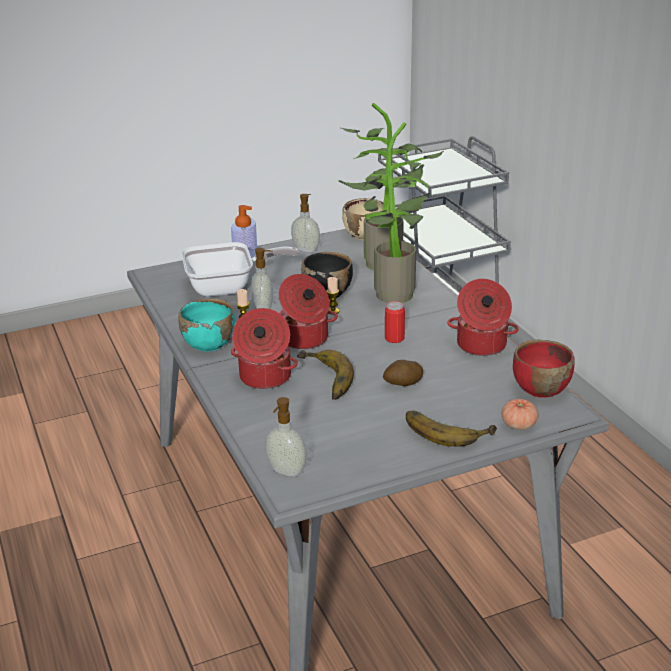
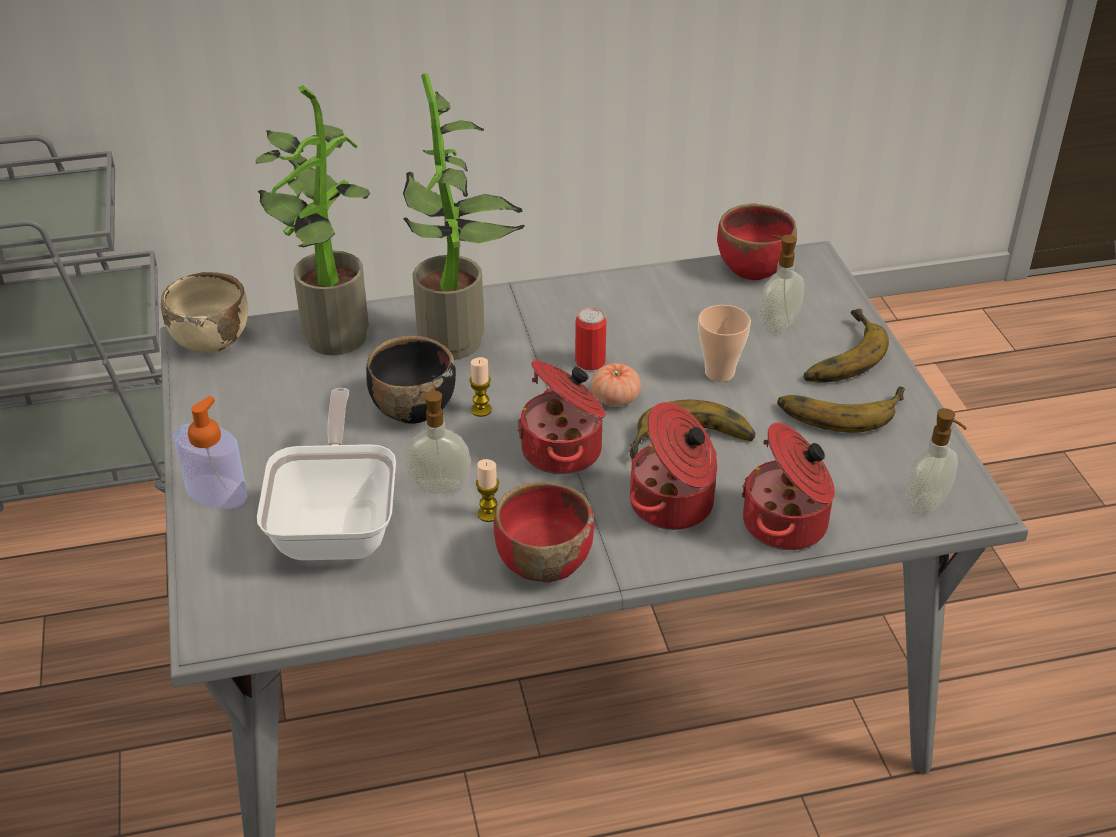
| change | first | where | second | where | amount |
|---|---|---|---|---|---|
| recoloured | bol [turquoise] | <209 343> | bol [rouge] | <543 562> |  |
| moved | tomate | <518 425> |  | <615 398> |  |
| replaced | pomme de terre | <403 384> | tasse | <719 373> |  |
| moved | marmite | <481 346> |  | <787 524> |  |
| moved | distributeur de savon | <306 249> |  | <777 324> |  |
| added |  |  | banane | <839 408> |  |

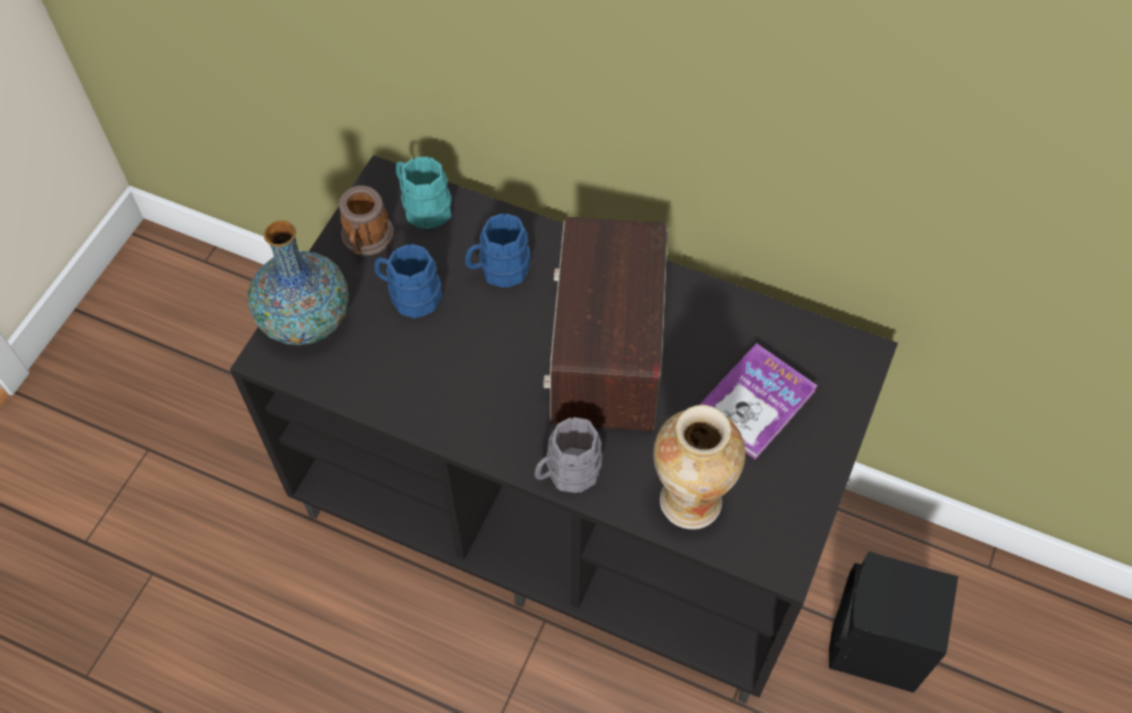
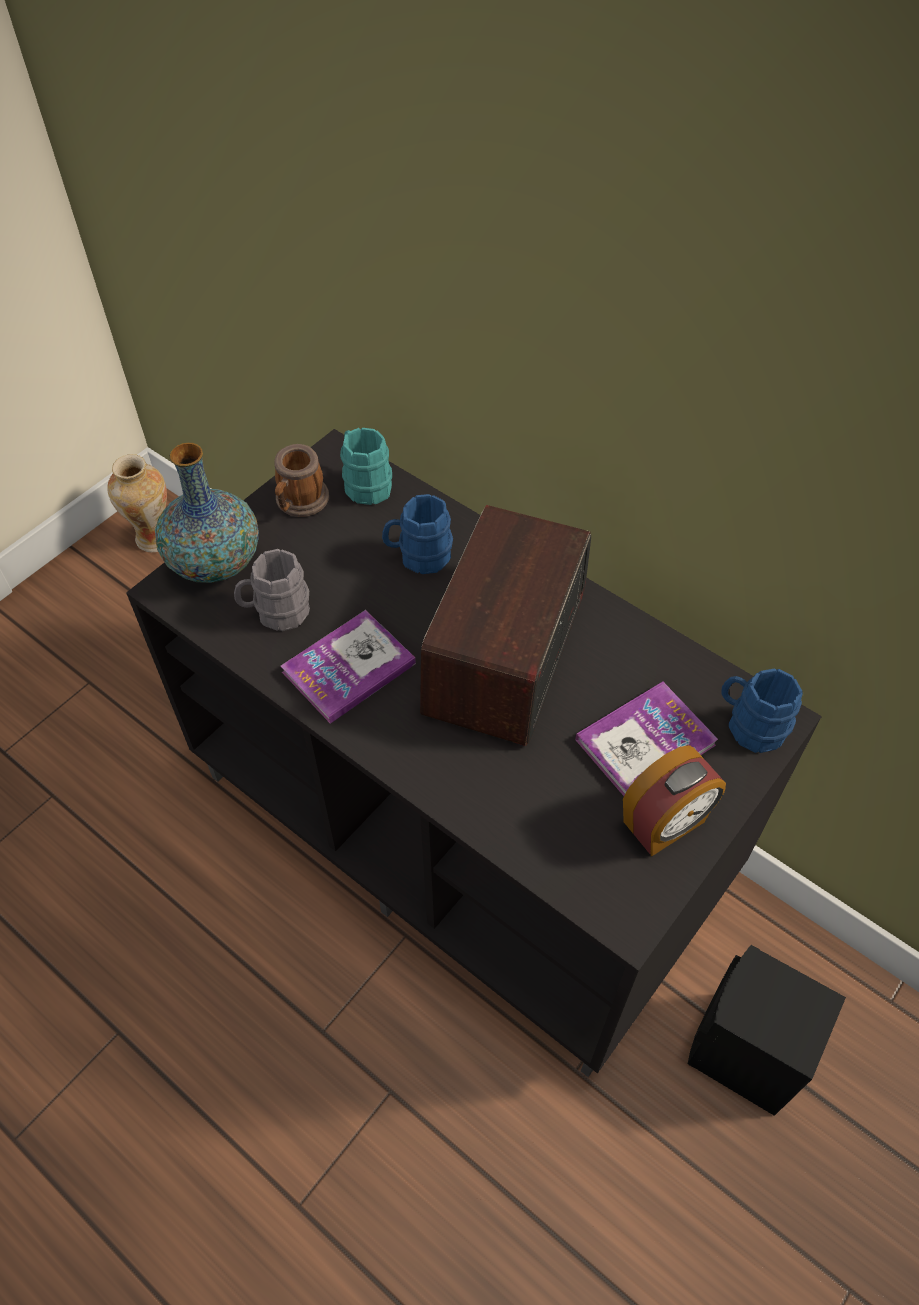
| change | first | where | second | where | amount |
|---|---|---|---|---|---|
| moved | vase | <688 502> |  | <154 538> |  |
| moved | mug [gris] | <567 473> |  | <276 612> |  |
| added |  |  | livre | <348 668> |  |
| added |  |  | réveil | <665 823> |  |
| moved | mug [bleu] | <409 296> |  | <749 725> |  |

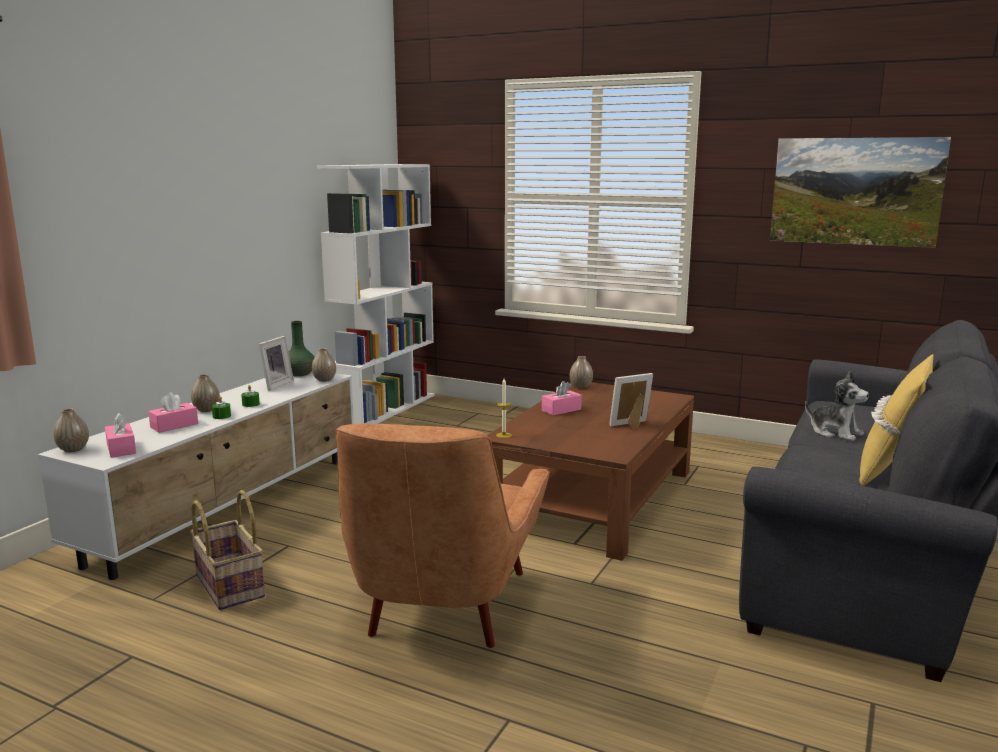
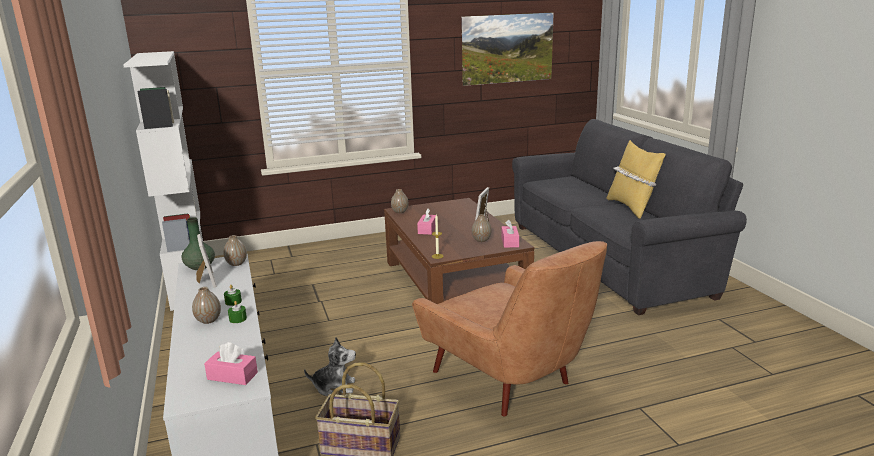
| change | first | where | second | where | amount |
|---|---|---|---|---|---|
| moved | peluche | <835 433> |  | <334 387> |  |
| moved | vase | <73 449> |  | <481 240> |  |
| moved | boîte à mouchoirs [rose] | <174 425> |  | <510 242> |  |

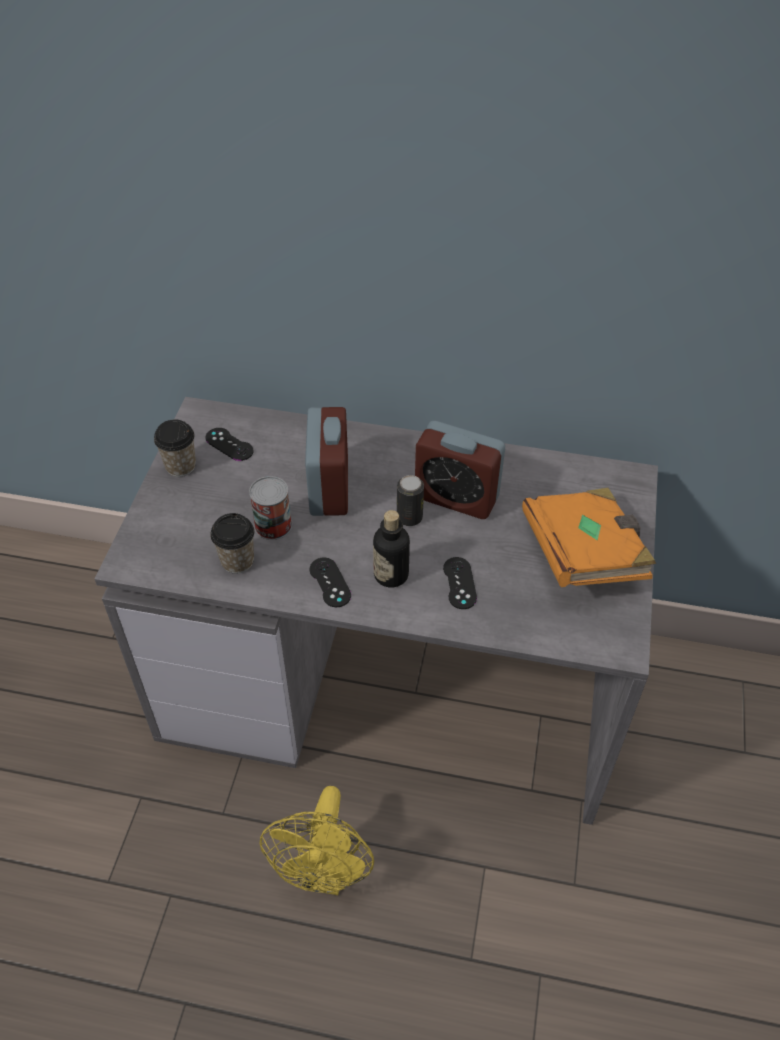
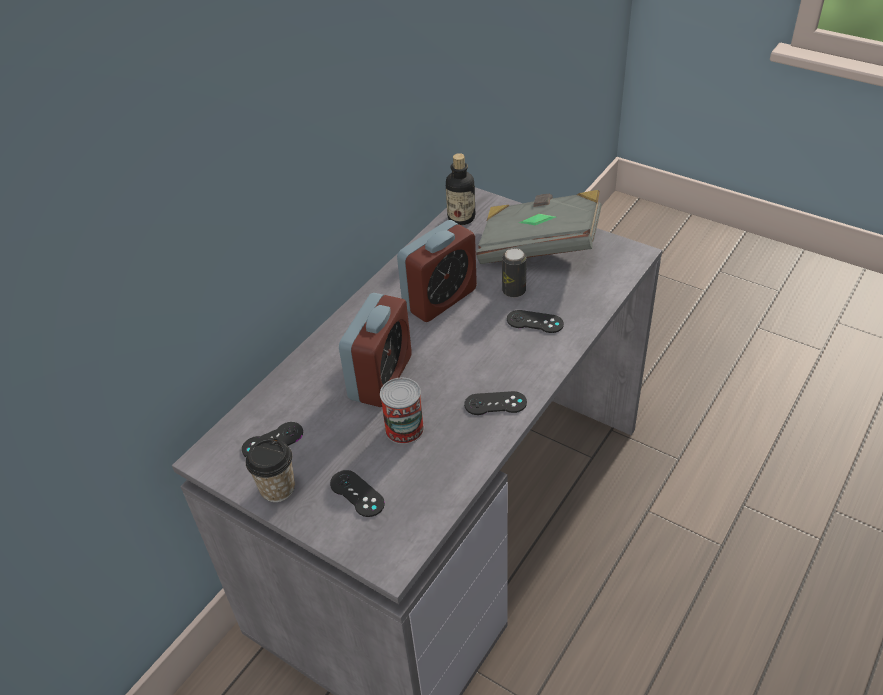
| change | first | where | second | where | amount |
|---|---|---|---|---|---|
| added |  |  | manette [noir] | <357 493> |  |
| turned | réveil | <329 488> |  | <380 378> | 90 degrees clockwise |
| moved | bouteille | <391 575> |  | <461 218> |  |
| recoloured | livre [orange] | <583 555> | livre [gris] | <538 247> |  |
| moved | boîte métallique | <409 517> |  | <514 291> |  |
| removed | tasse | <237 561> |  |  |  |
| removed | ventilateur [jaune] | <325 874> |  |  |  |

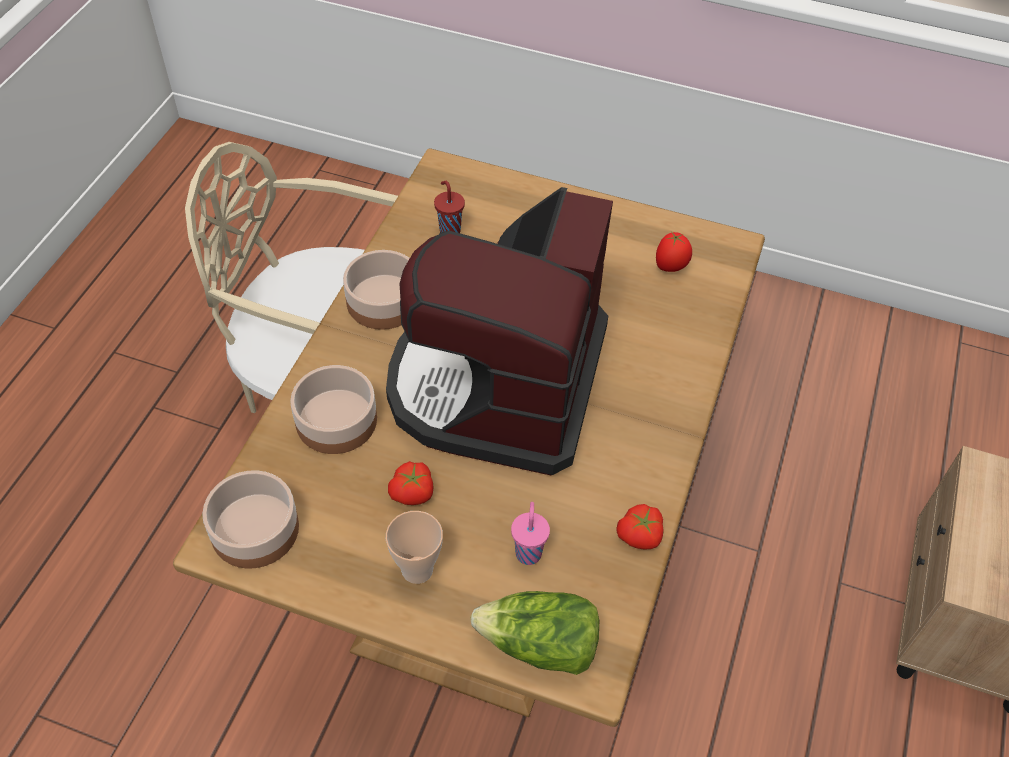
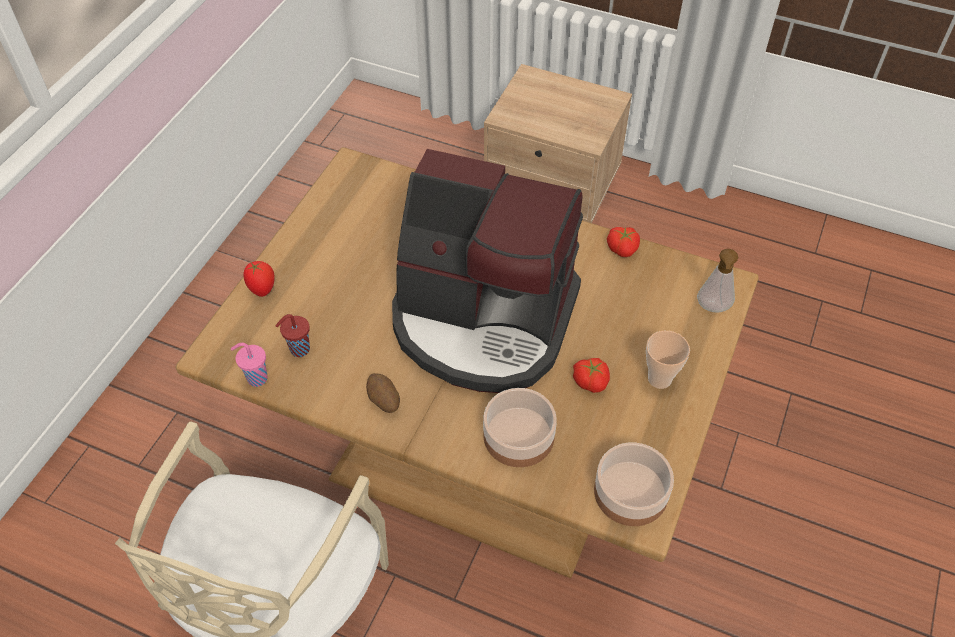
| change | first | where | second | where | amount |
|---|---|---|---|---|---|
| moved | tasse [rose] | <528 552> |  | <256 378> |  |
| moved | tomate | <671 267> |  | <262 289> |  |
| replaced | bol | <384 302> | pomme de terre | <384 401> |  |
| replaced | laitue | <540 645> | distributeur de savon | <712 309> |  |

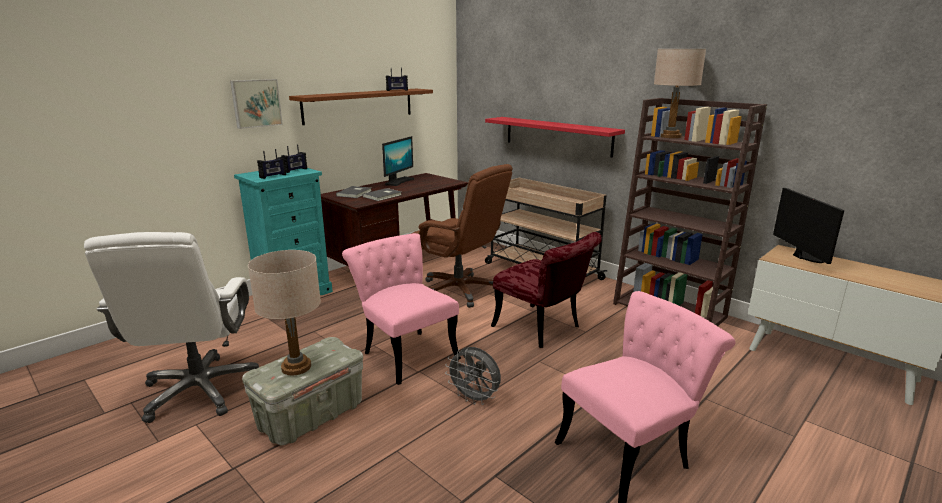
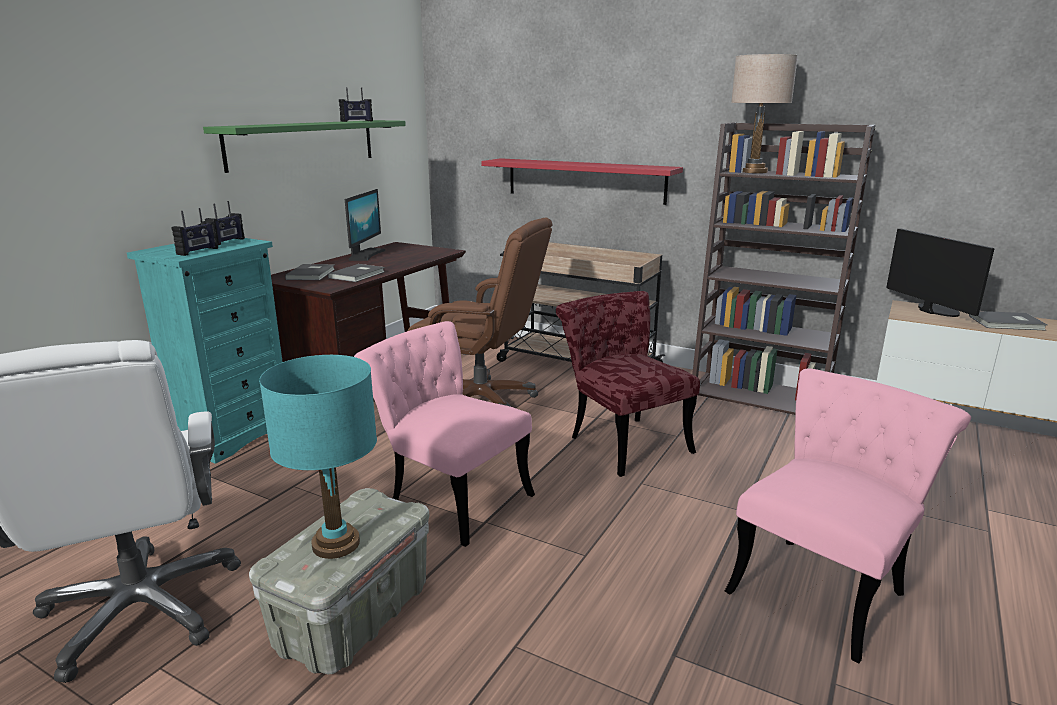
| change | first | where | second | where | amount |
|---|---|---|---|---|---|
| recoloured | étagère [marron] | <359 105> | étagère [vert] | <303 143> |  |
| recoloured | lampe de table [beige] | <296 367> | lampe de table [turquoise] | <335 544> |  |
| turned | chaise [rouge] | <543 329> |  | <622 440> | 150 degrees counterclockwise |
| added |  |  | livre [gris] | <1008 323> |  |
| removed | tableau | <256 103> |  |  |  |
| removed | ventilateur [gris] | <475 398> |  |  |  |

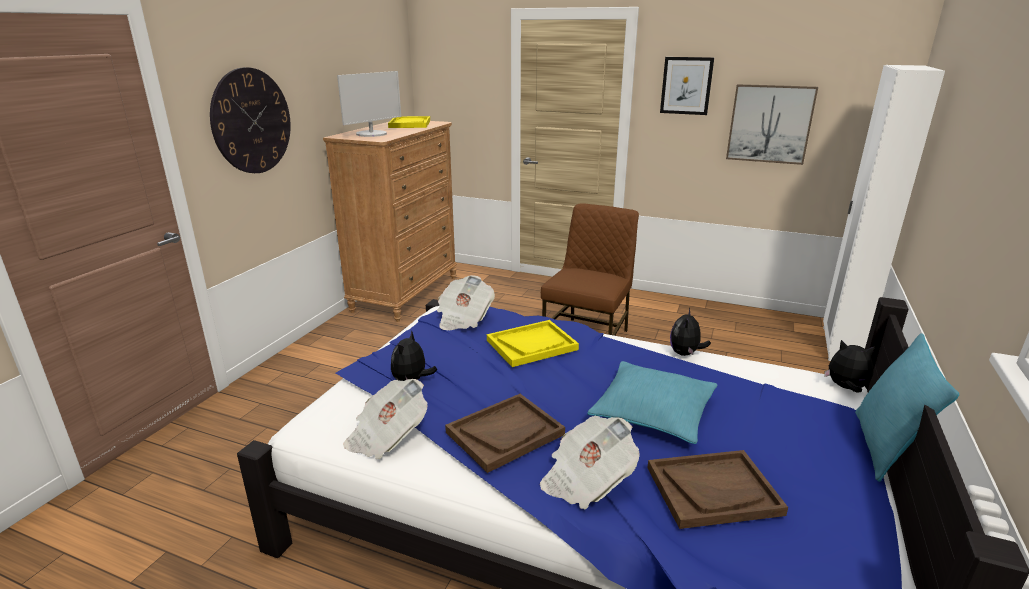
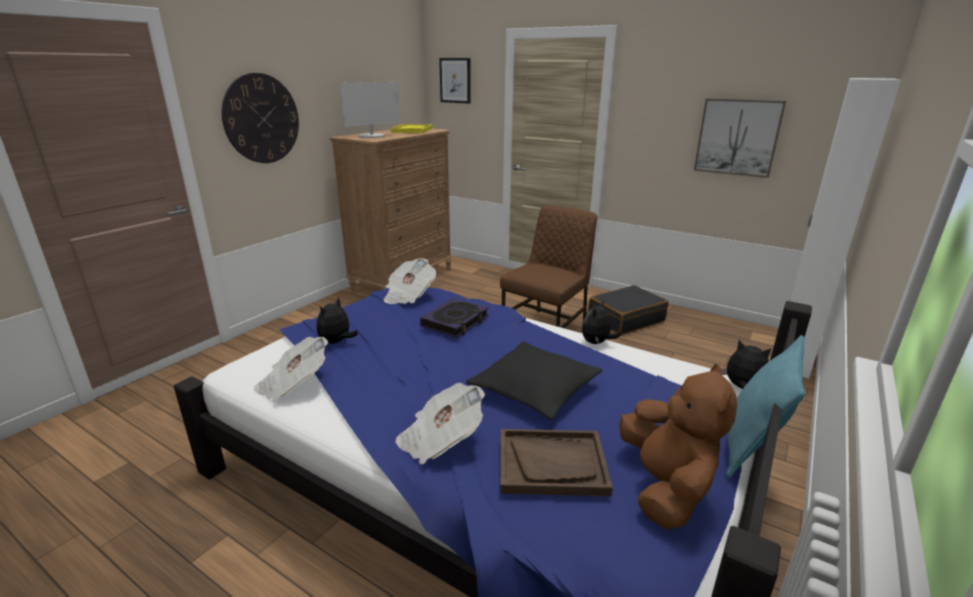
| change | first | where | second | where | amount |
|---|---|---|---|---|---|
| replaced | plateau [jaune] | <532 345> | livre | <455 322> |  |
| moved | tableau | <686 85> |  | <455 80> |  |
| recoloured | coussin [turquoise] | <653 412> | coussin [noir] | <534 389> |  |
| added |  |  | valise [noir] | <625 318> |  |
| added |  |  | peluche [marron] | <665 487> |  |
| removed | plateau [marron] | <505 433> |  |  |  |

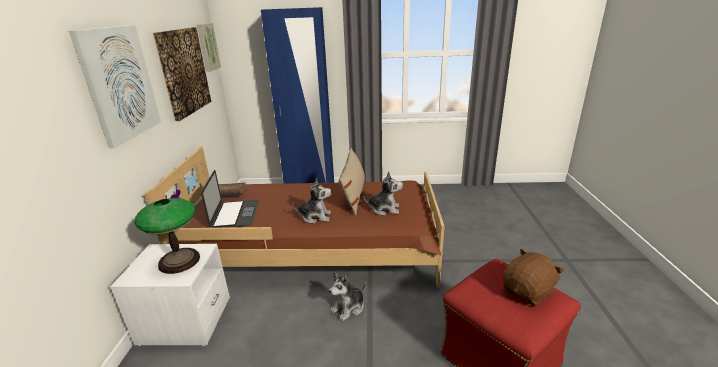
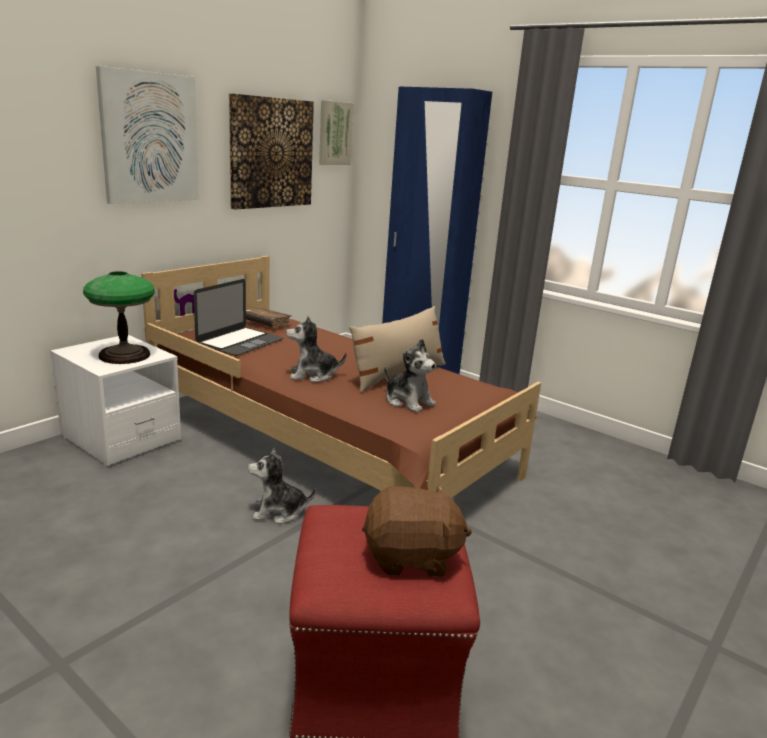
| change | first | where | second | where | amount |
|---|---|---|---|---|---|
| turned | peluche | <315 217> |  | <312 375> | 135 degrees clockwise |

